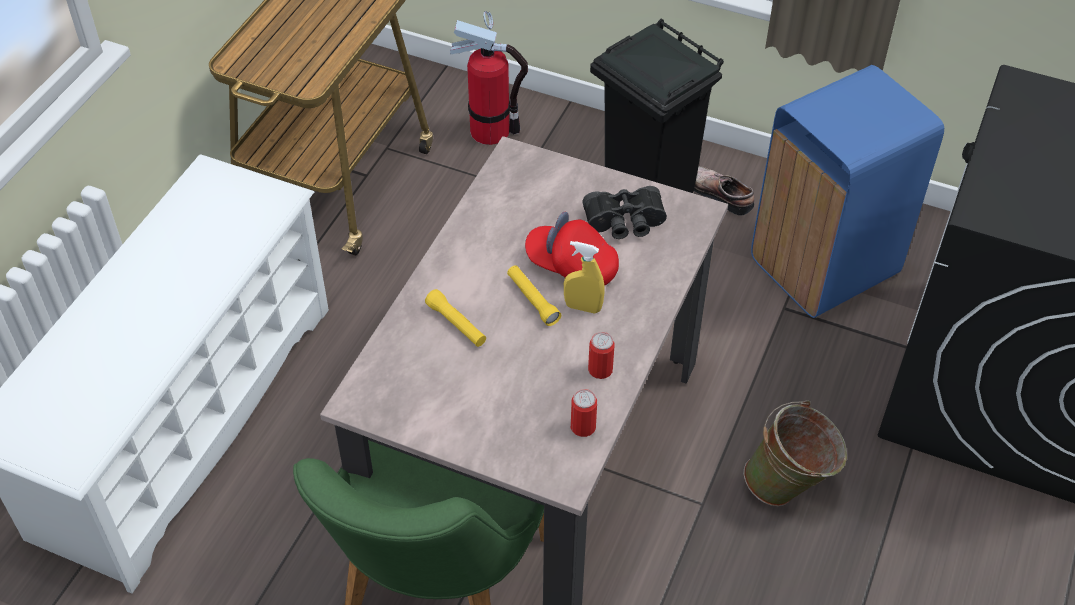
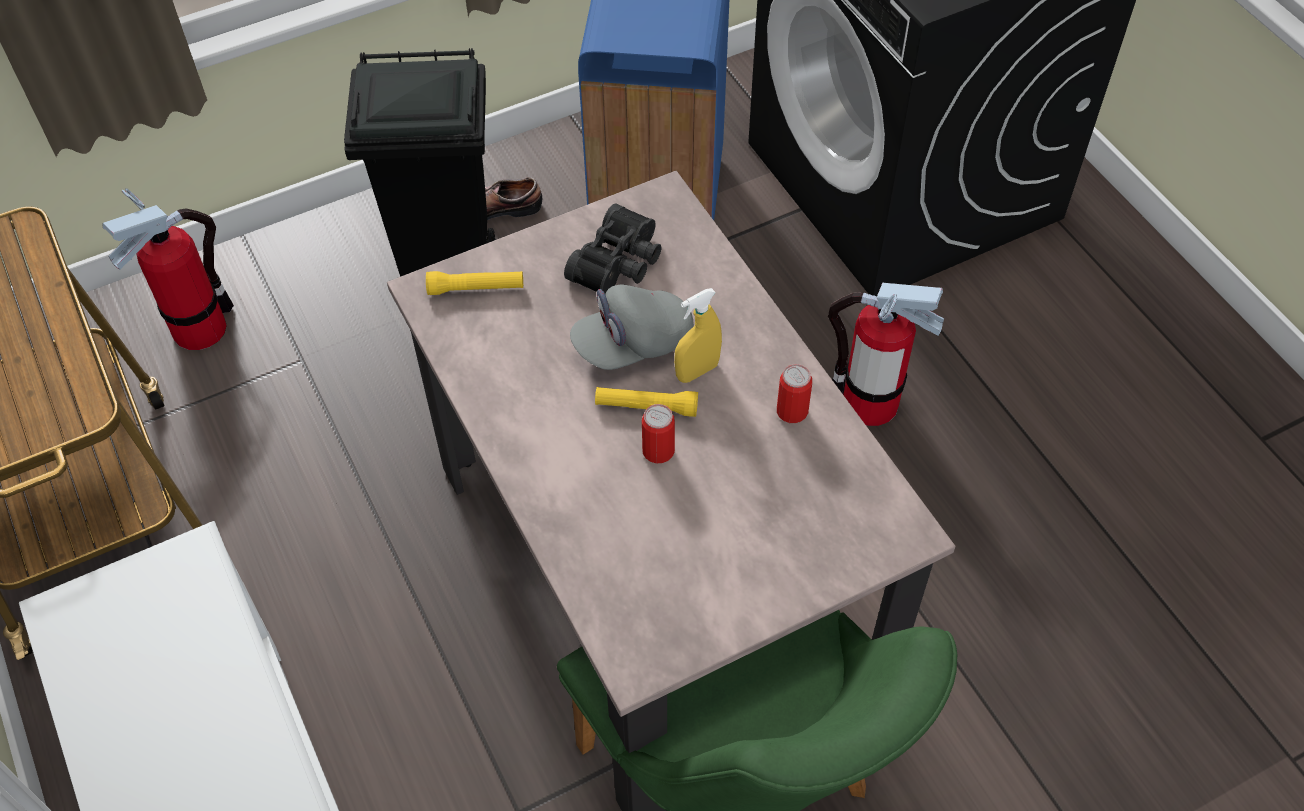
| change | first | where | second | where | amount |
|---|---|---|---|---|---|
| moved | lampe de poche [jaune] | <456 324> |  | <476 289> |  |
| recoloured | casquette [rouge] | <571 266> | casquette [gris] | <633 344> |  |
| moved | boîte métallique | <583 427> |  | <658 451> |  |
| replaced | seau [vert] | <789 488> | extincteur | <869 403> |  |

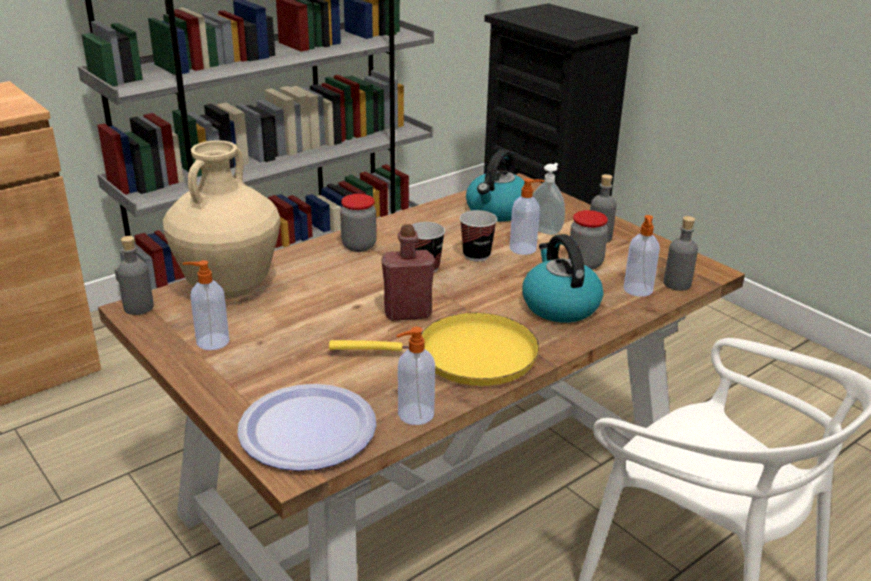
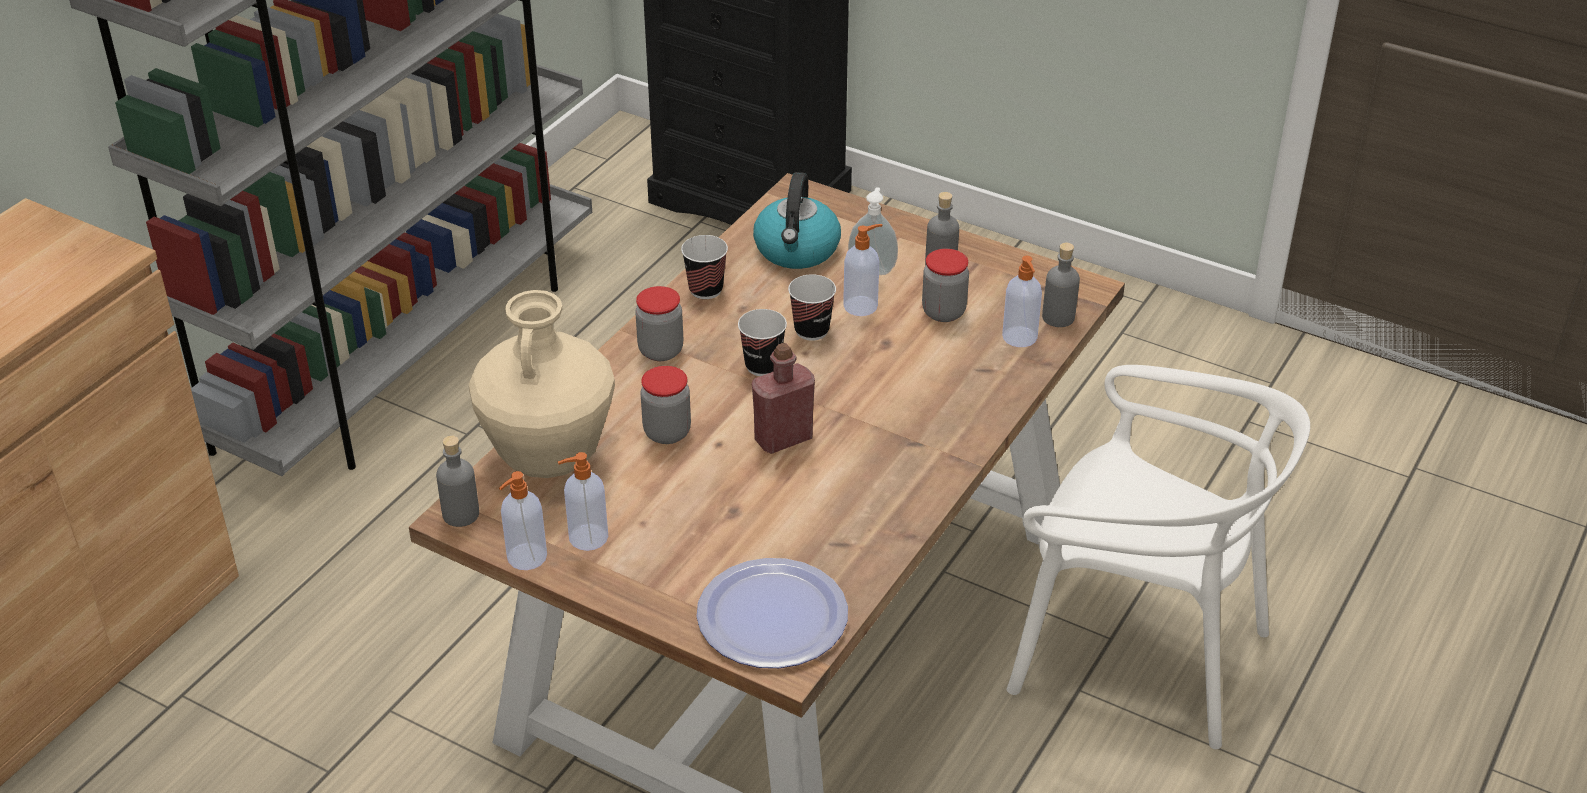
| change | first | where | second | where | amount |
|---|---|---|---|---|---|
| moved | distributeur de savon | <414 415> |  | <525 558> |  |
| added |  |  | bocal | <667 432> |  |
| added |  |  | tasse | <706 290> |  |
| removed | poêle [jaune] | <467 356> |  |  |  |
| removed | bouilloire | <559 305> |  |  |  |

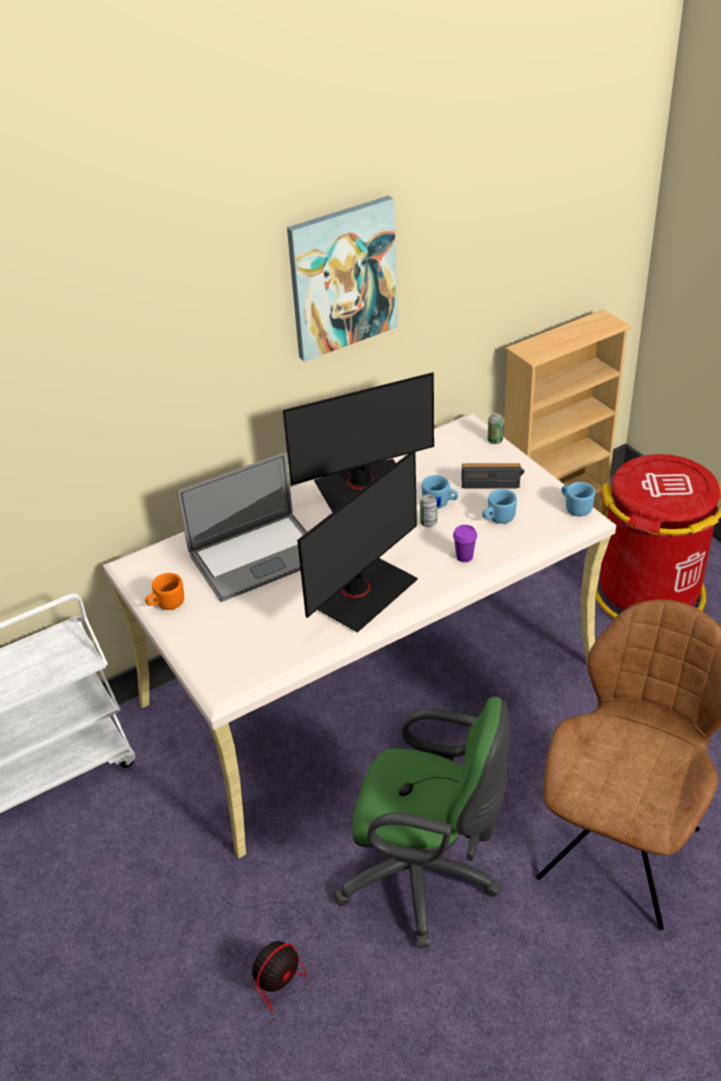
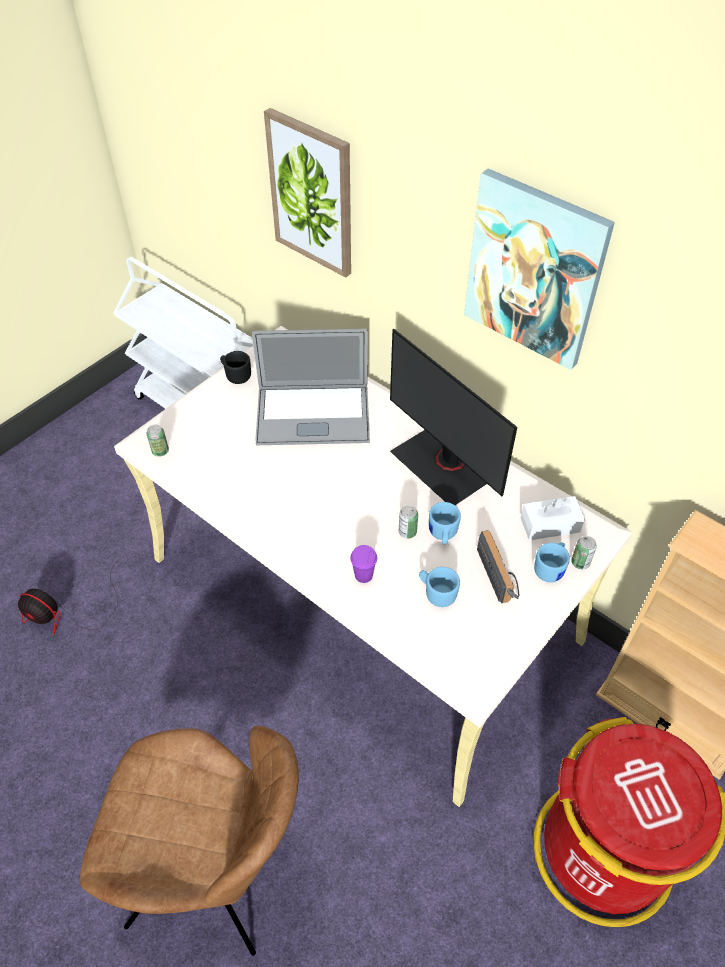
| change | first | where | second | where | amount |
|---|---|---|---|---|---|
| added |  |  | boîte métallique | <160 451> |  |
| recoloured | mug [orange] | <166 604> | mug [noir] | <236 375> |  |
| turned | ordinateur portable | <257 557> |  | <313 415> | 45 degrees counterclockwise |
| added |  |  | tableau | <312 194> |  |
| added |  |  | boîte à mouchoirs [blanc] | <550 525> |  |
| moved | mug [bleu] | <575 508> |  | <551 568> |  |
| removed | écran d'ordinateur | <361 592> |  |  |  |
| removed | chaise de bureau [vert] | <425 878> |  |  |  |

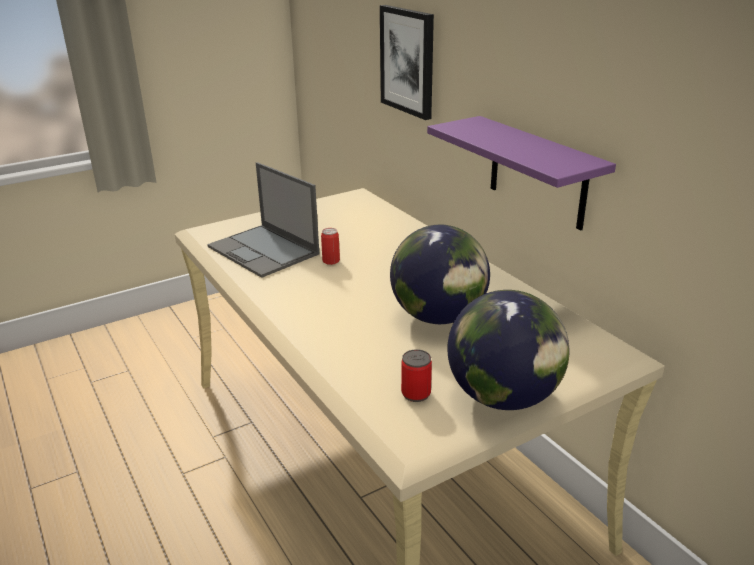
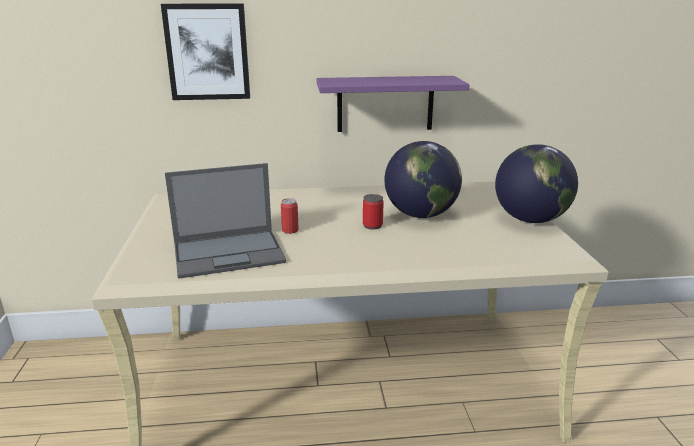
| change | first | where | second | where | amount |
|---|---|---|---|---|---|
| moved | boîte métallique | <416 394> |  | <372 225> |  |

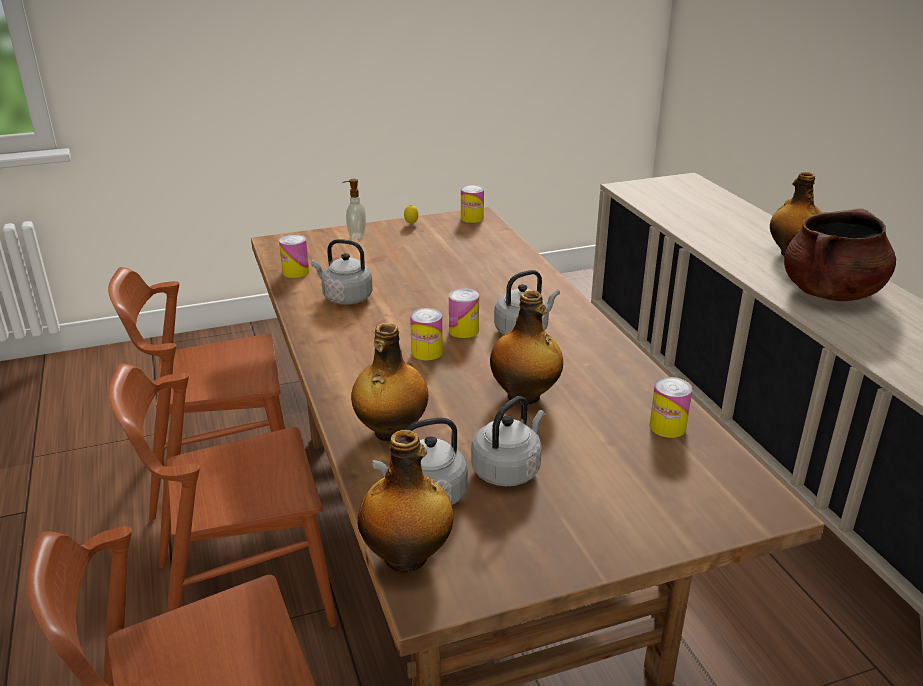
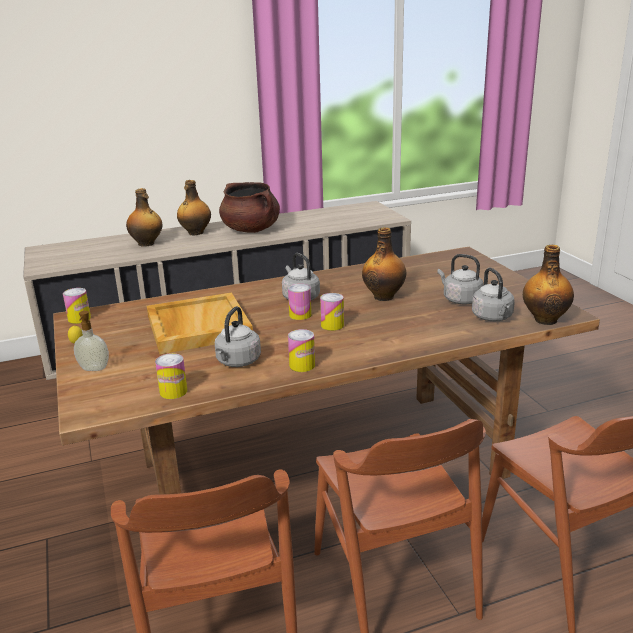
| change | first | where | second | where | amount |
|---|---|---|---|---|---|
| moved | bouteille | <390 432> |  | <147 244> |  |
| added |  |  | plateau [beige] | <197 326> |  |
| moved | boîte métallique | <667 427> |  | <302 365> |  |

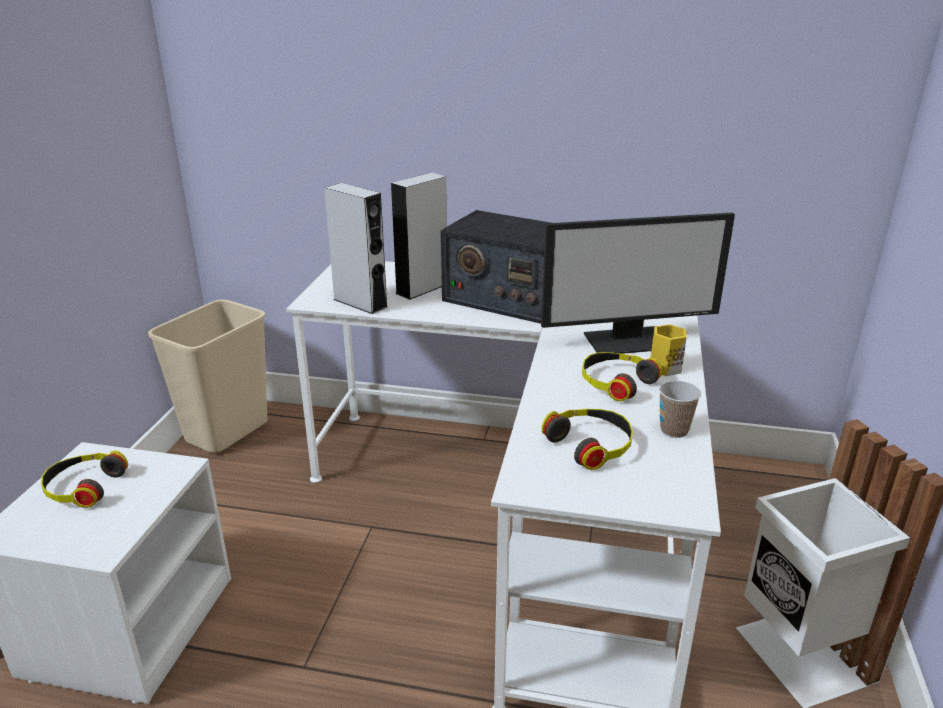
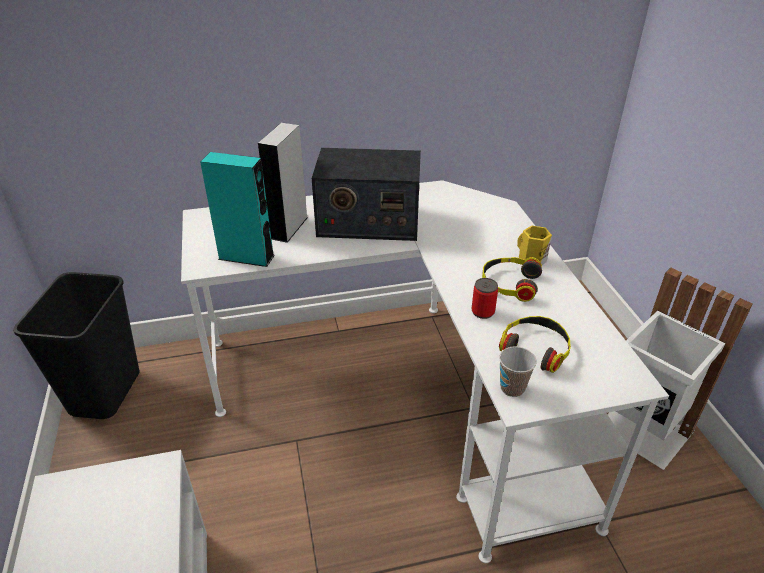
| change | first | where | second | where | amount |
|---|---|---|---|---|---|
| recoloured | poubelle [beige] | <227 431> | poubelle [noir] | <105 392> |  |
| recoloured | enceinte [gris] | <360 303> | enceinte [turquoise] | <246 257> |  |
| added |  |  | boîte métallique | <482 312> |  |
| moved | tasse | <674 430> |  | <512 388> |  |
| removed | casque audio | <83 486> |  |  |  |
| removed | écran d'ordinateur | <629 340> |  |  |  |

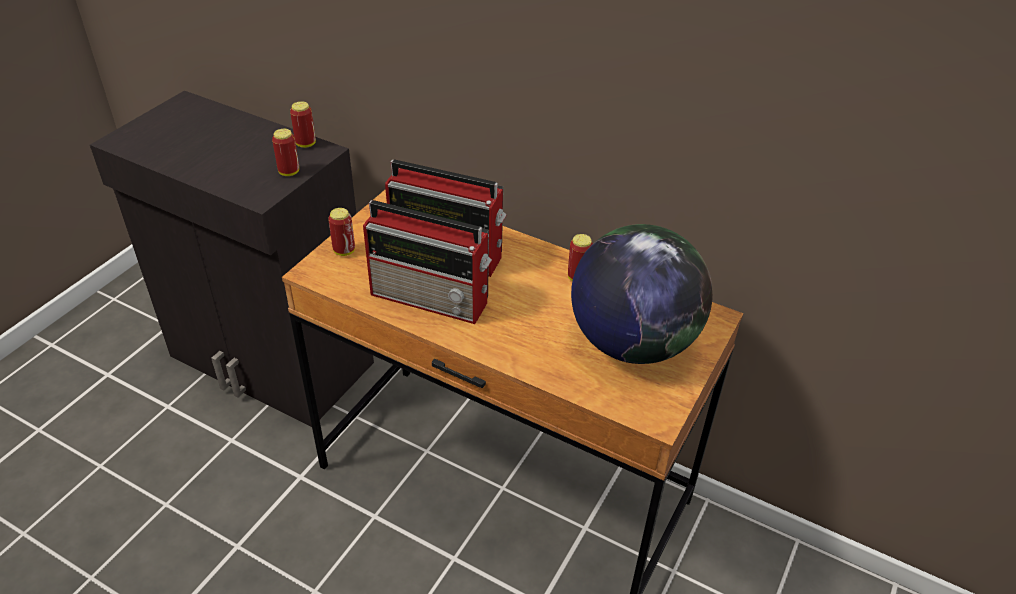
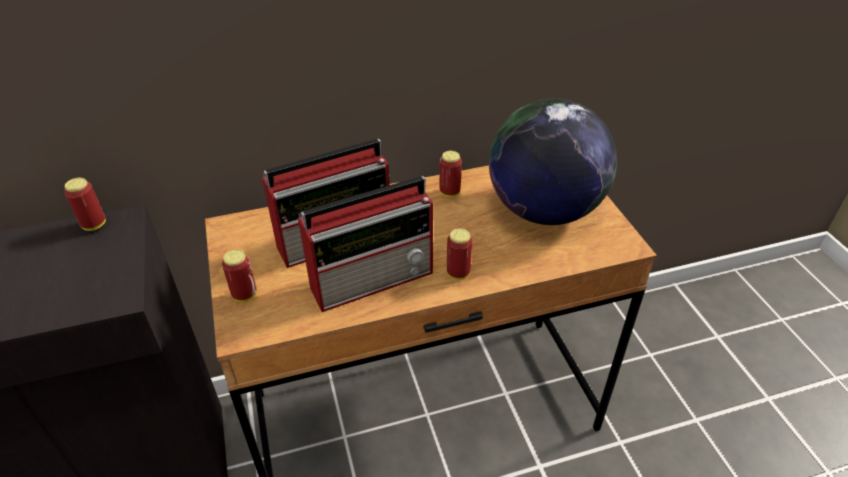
| change | first | where | second | where | amount |
|---|---|---|---|---|---|
| moved | boîte métallique | <289 172> |  | <458 273> |  |

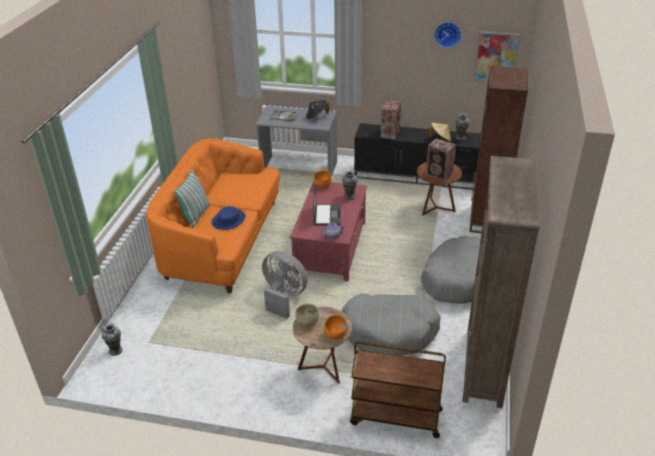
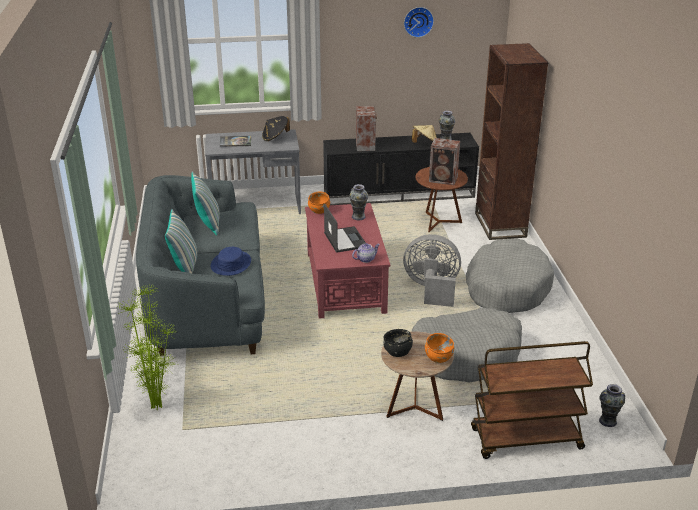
| change | first | where | second | where | amount |
|---|---|---|---|---|---|
| added |  |  | plante en pot | <157 405> |  |
| recoloured | canapé [orange] | <222 241> | canapé [gris] | <208 300> |  |
| added |  |  | coussin | <208 224> |  |
| recoloured | bol [beige] | <307 322> | bol [noir] | <397 352> |  |
| moved | ventilateur [gris] | <283 297> |  | <432 289> |  |
| moved | vase | <115 350> |  | <607 421> |  |
| removed | bibliothèque [marron] | <483 368> |  |  |  |
| removed | tableau | <496 56> |  |  |  |

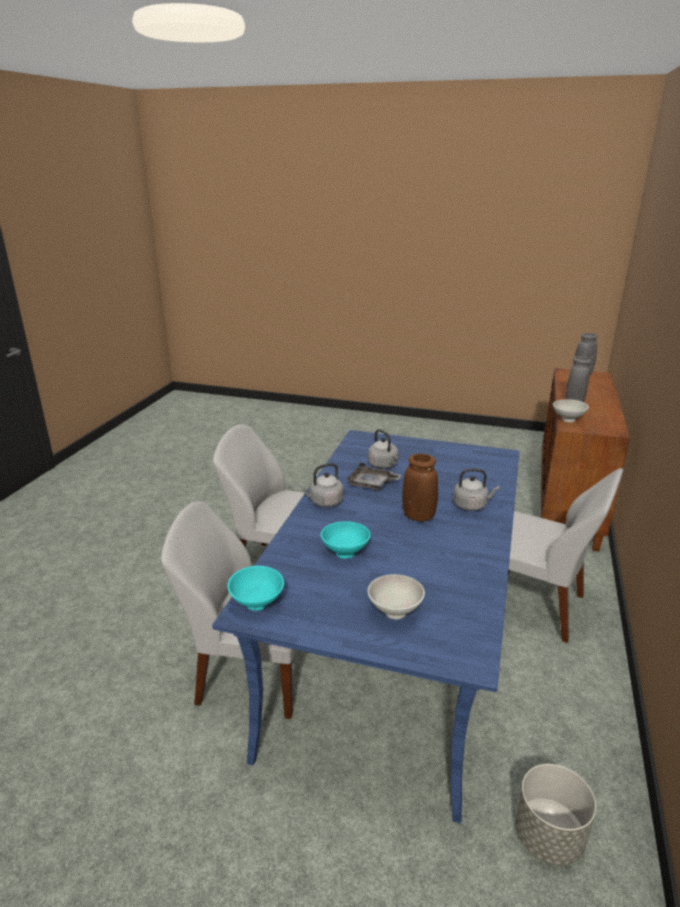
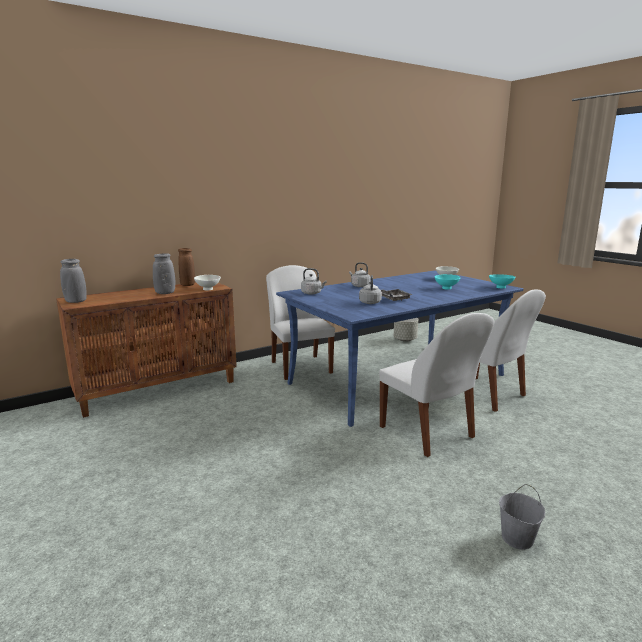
| change | first | where | second | where | amount |
|---|---|---|---|---|---|
| moved | vase [marron] | <418 516> |  | <187 285> |  |
| moved | bouilloire [gris] | <324 502> |  | <312 293> |  |
| added |  |  | seau [gris] | <517 539> |  |

